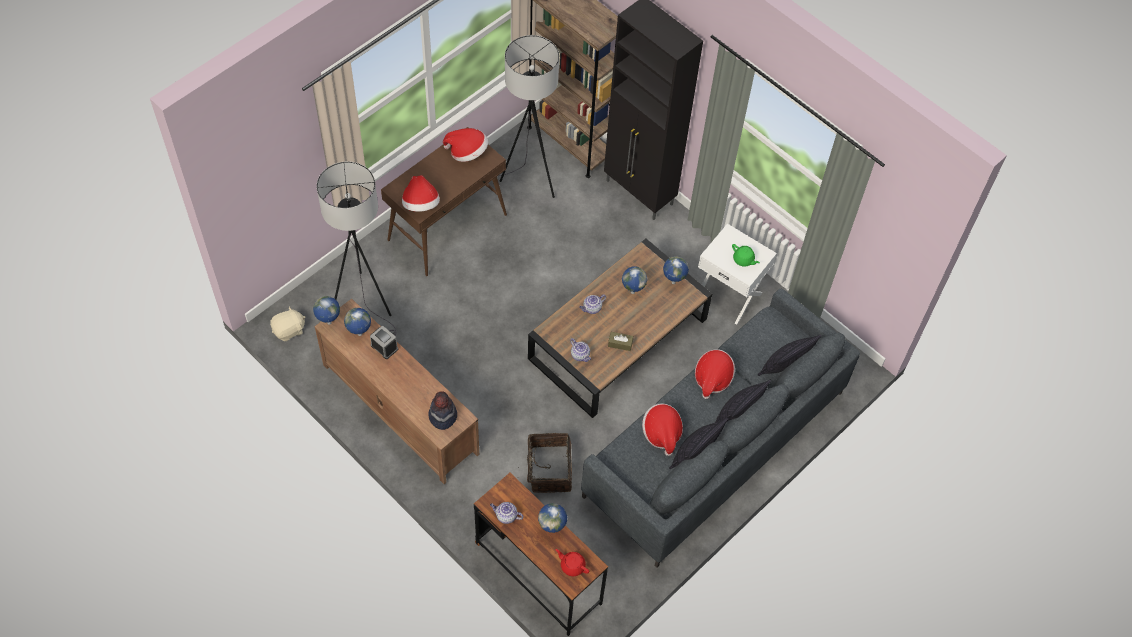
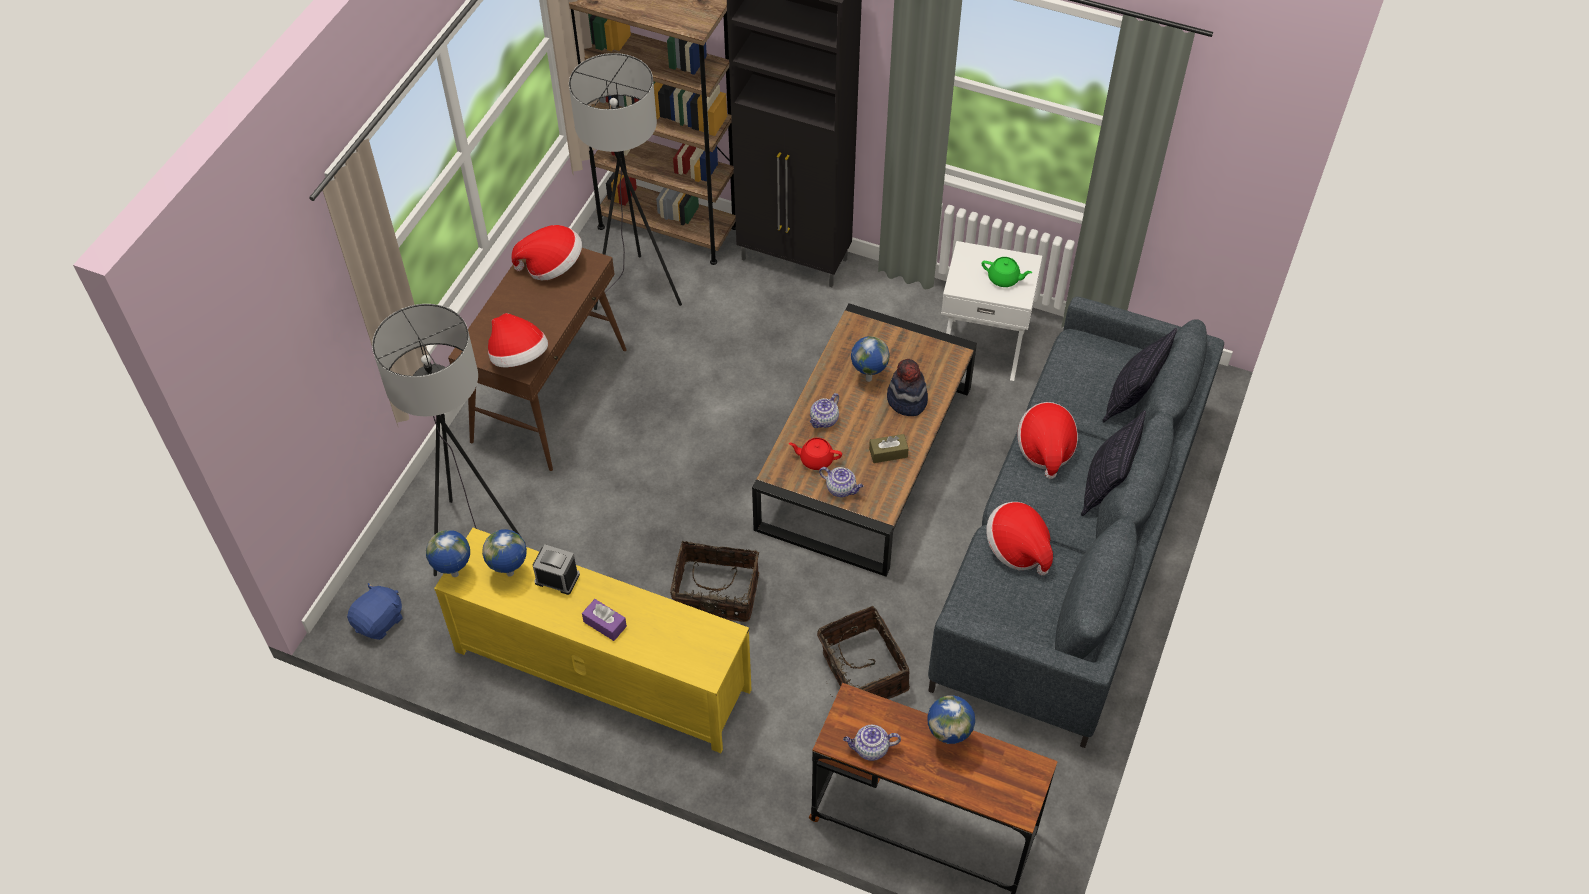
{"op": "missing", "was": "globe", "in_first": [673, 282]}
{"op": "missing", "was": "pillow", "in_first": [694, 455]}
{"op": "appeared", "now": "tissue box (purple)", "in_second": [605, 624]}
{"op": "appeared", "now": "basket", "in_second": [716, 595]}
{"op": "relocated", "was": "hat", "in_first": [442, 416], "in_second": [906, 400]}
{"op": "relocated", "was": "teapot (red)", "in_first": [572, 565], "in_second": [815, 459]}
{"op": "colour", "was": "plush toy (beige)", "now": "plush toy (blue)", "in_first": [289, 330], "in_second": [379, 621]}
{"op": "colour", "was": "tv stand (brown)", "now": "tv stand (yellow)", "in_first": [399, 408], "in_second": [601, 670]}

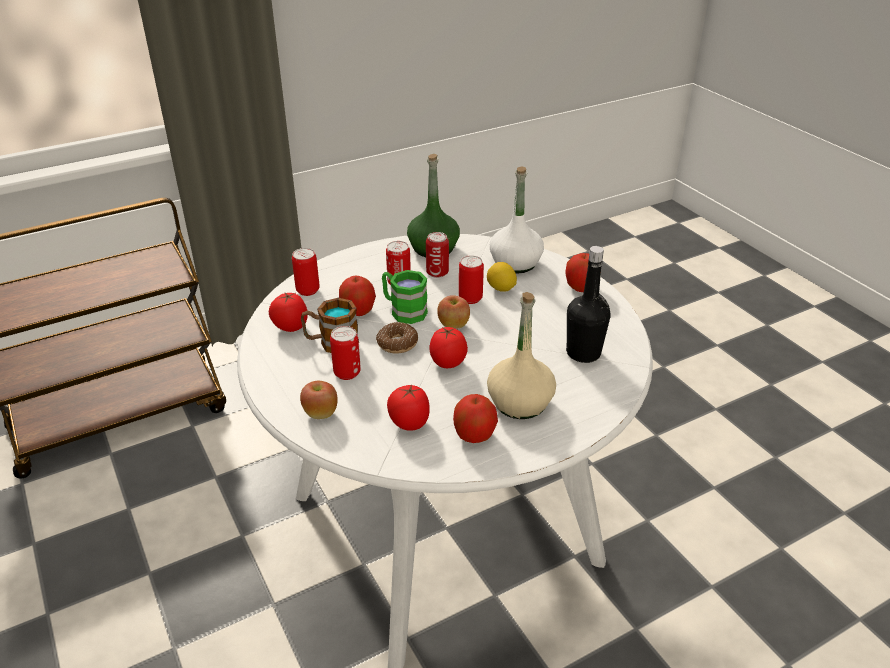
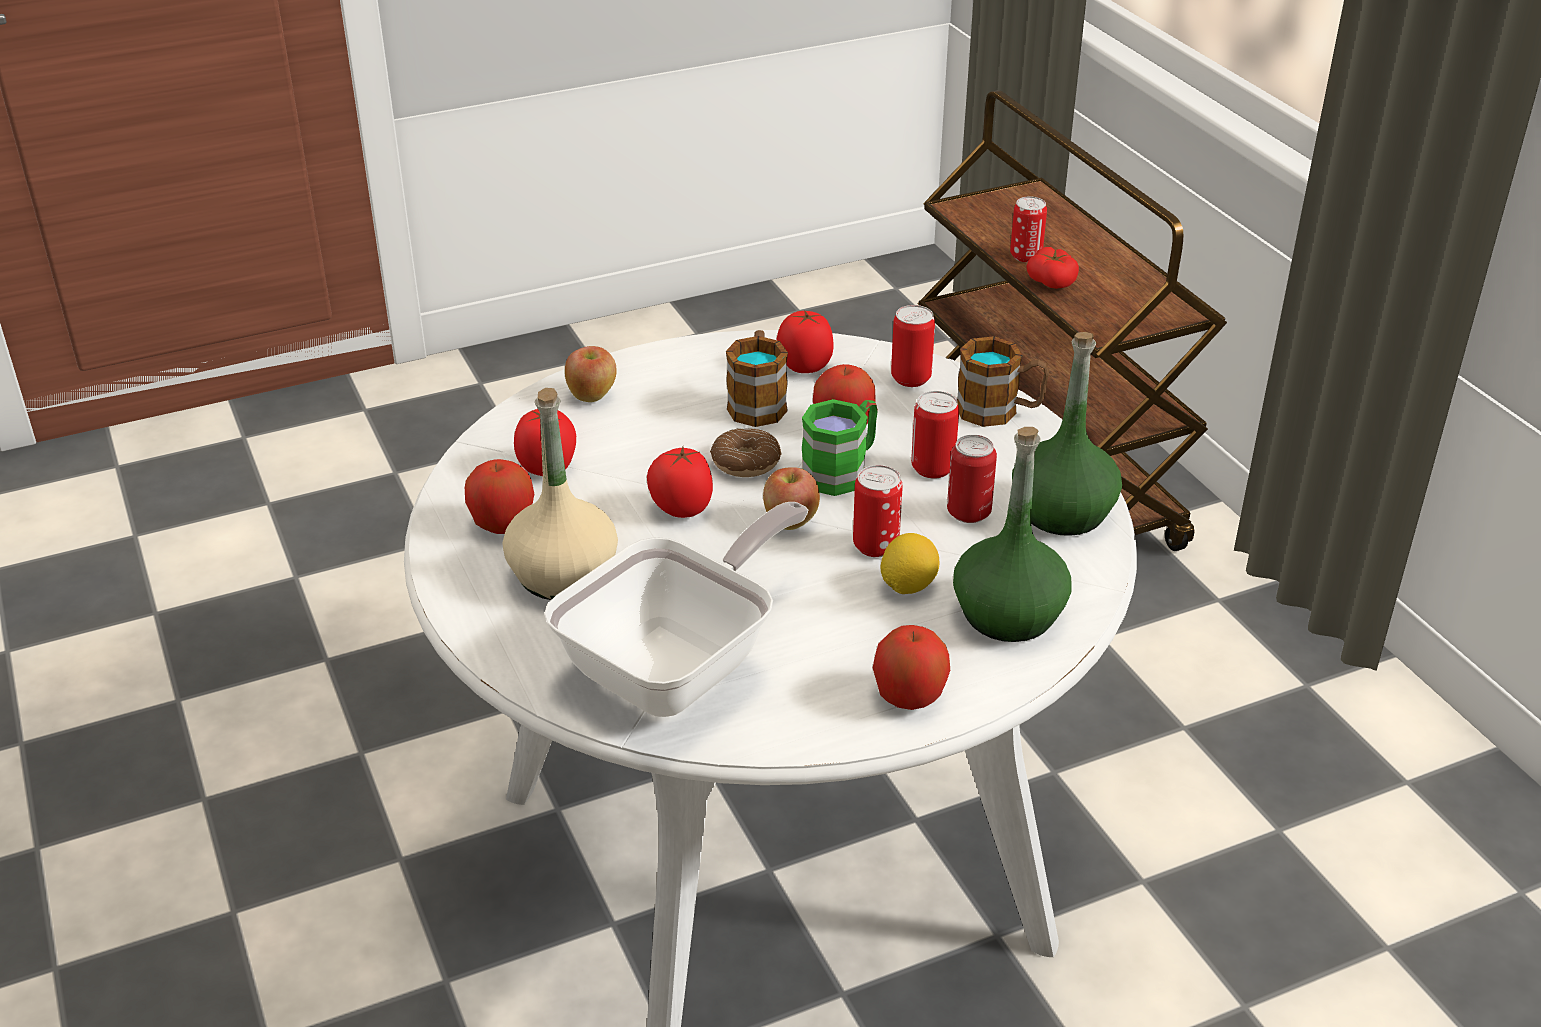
{"op": "appeared", "now": "mug", "in_second": [999, 411]}
{"op": "appeared", "now": "tomato", "in_second": [1051, 281]}
{"op": "relocated", "was": "can", "in_first": [347, 373], "in_second": [1025, 256]}
{"op": "exchanged", "was": "bottle (black)", "now": "frying pan", "in_first": [583, 353], "in_second": [680, 665]}
{"op": "colour", "was": "bottle (white)", "now": "bottle (green)", "in_first": [515, 263], "in_second": [1007, 615]}

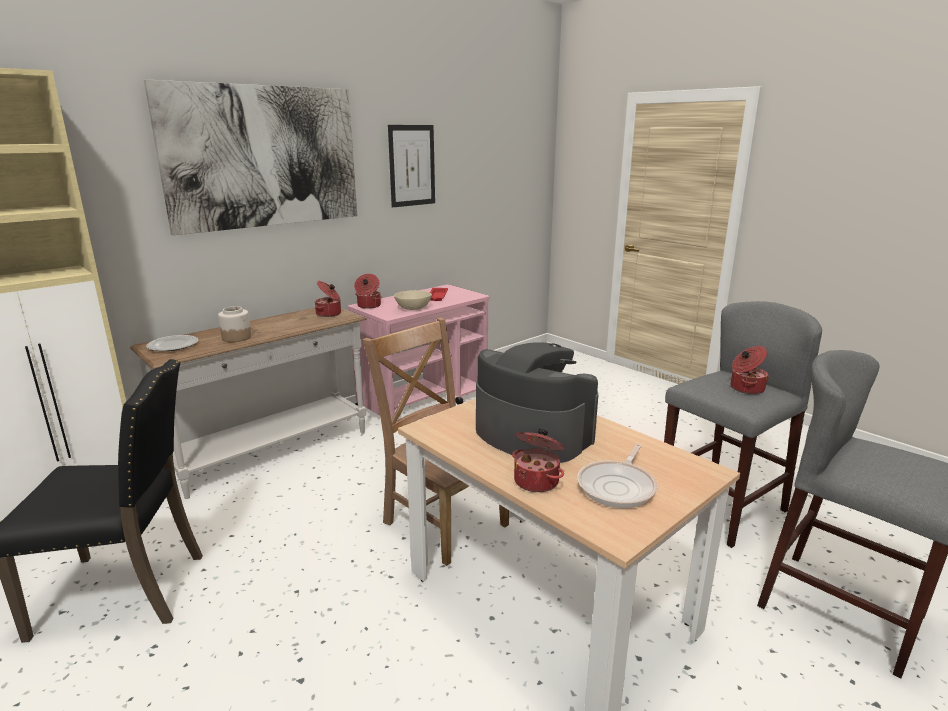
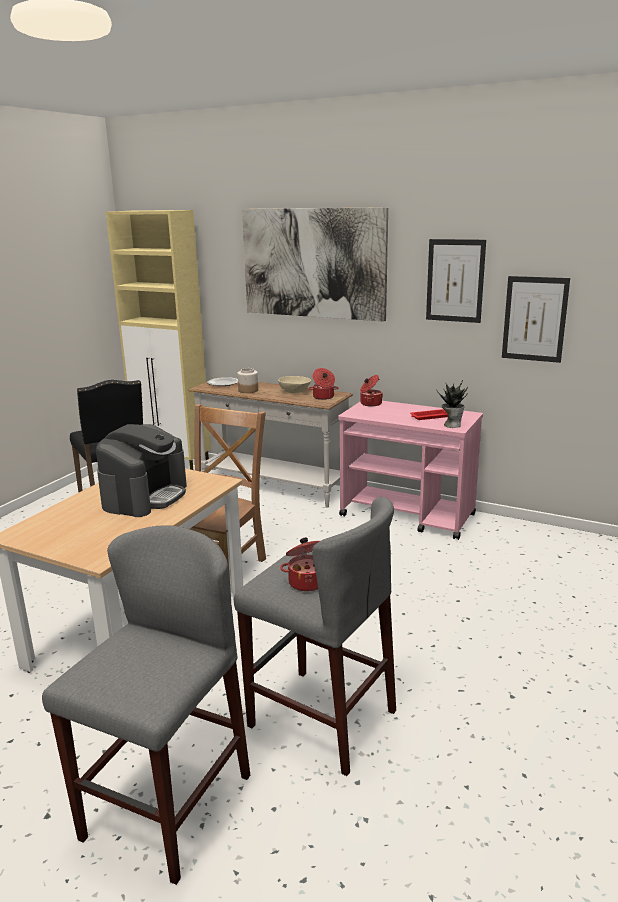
{"op": "missing", "was": "cooking pot", "in_first": [537, 481]}
{"op": "missing", "was": "frying pan", "in_first": [618, 486]}
{"op": "appeared", "now": "potted plant", "in_second": [451, 425]}
{"op": "appeared", "now": "picture", "in_second": [534, 319]}
{"op": "relocated", "was": "bowl (beige)", "in_first": [413, 308], "in_second": [294, 391]}

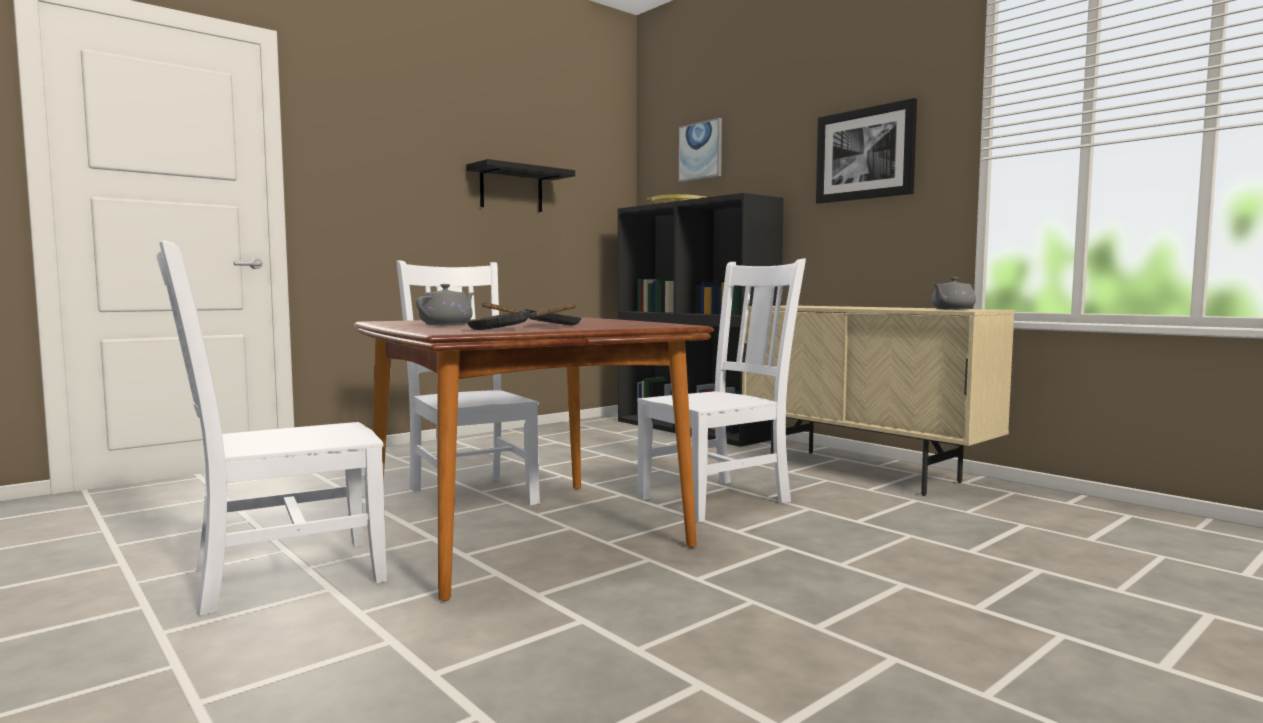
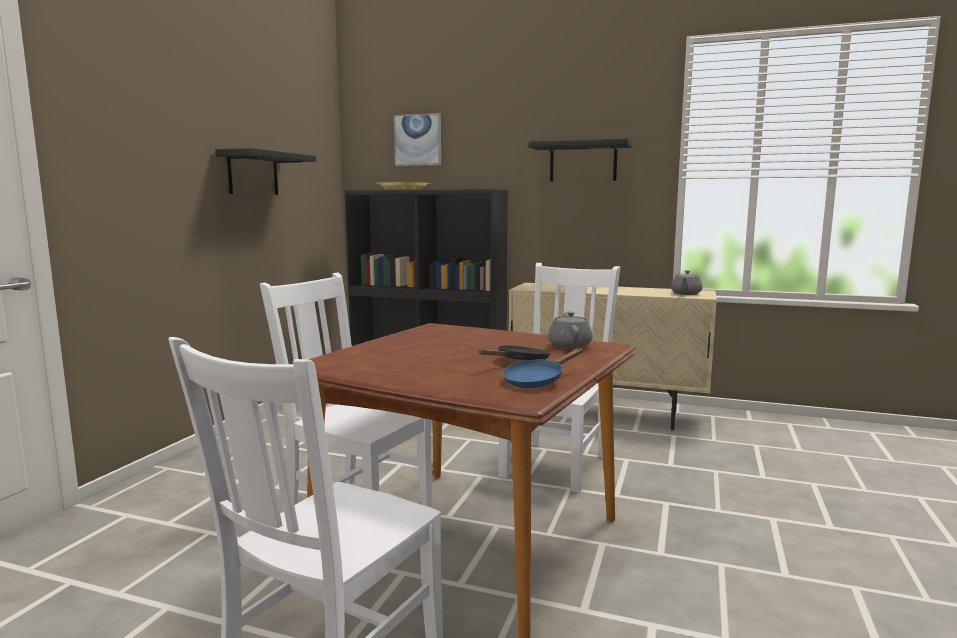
{"op": "relocated", "was": "teapot (grey)", "in_first": [447, 324], "in_second": [569, 345]}
{"op": "exchanged", "was": "picture", "now": "shelf (black)", "in_first": [865, 154], "in_second": [583, 162]}
{"op": "colour", "was": "frying pan (black)", "now": "frying pan (blue)", "in_first": [507, 329], "in_second": [537, 381]}

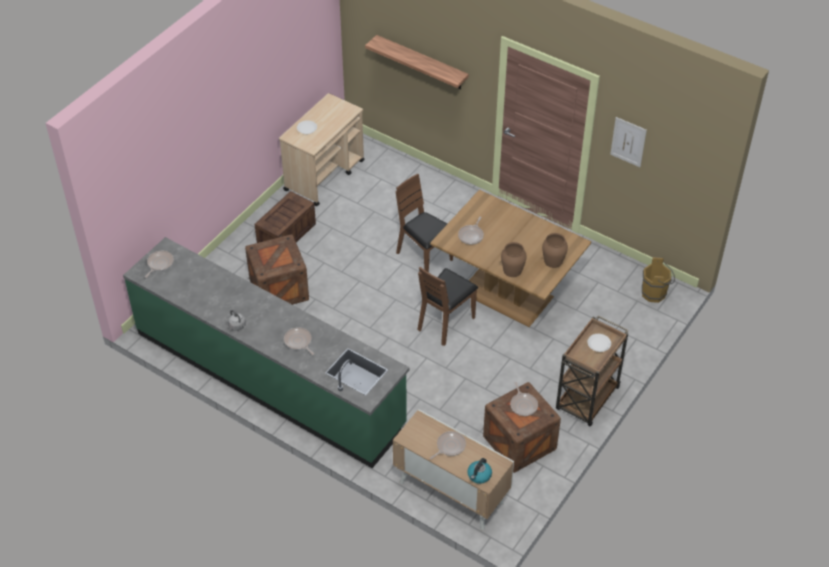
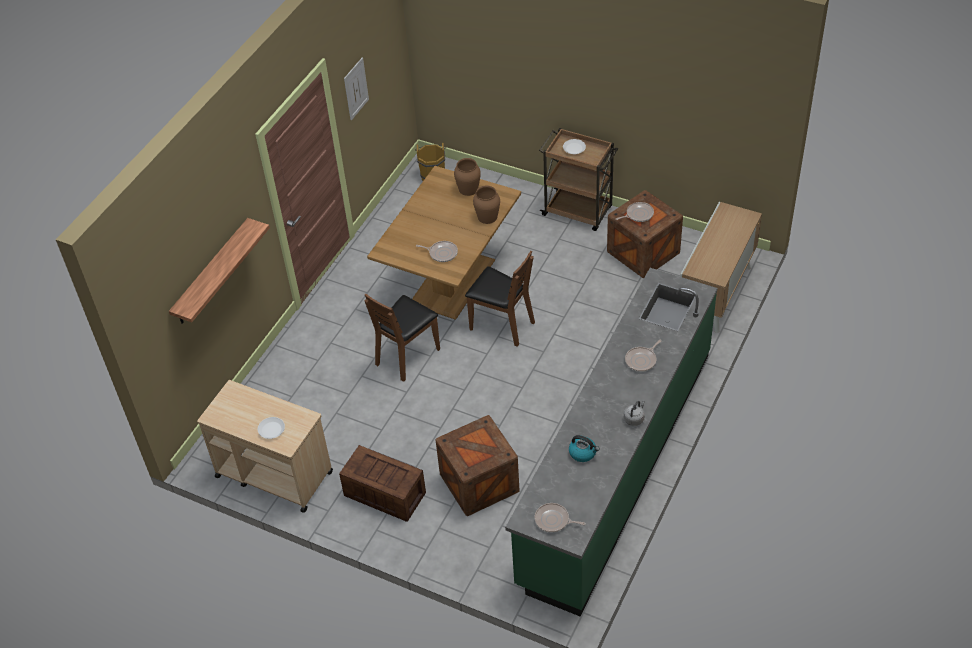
{"op": "missing", "was": "frying pan", "in_first": [449, 446]}
{"op": "relocated", "was": "kettle", "in_first": [479, 475], "in_second": [583, 453]}

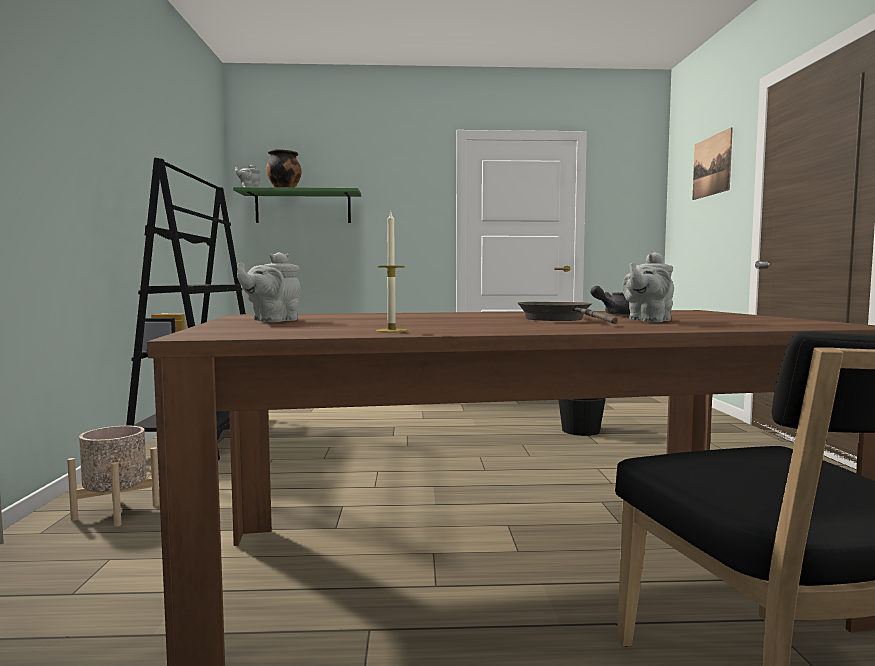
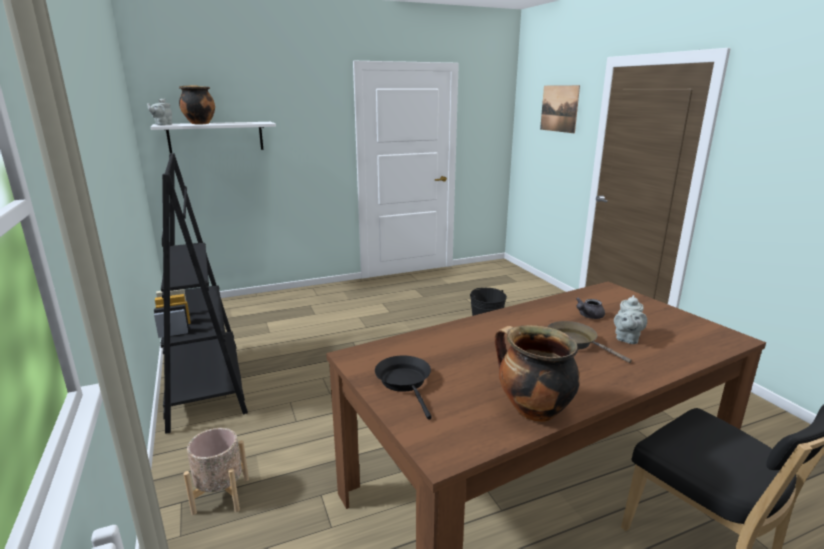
{"op": "exchanged", "was": "teapot (grey)", "now": "frying pan (black)", "in_first": [272, 321], "in_second": [405, 383]}
{"op": "exchanged", "was": "candle", "now": "cooking pot", "in_first": [391, 331], "in_second": [532, 410]}
{"op": "colour", "was": "shelf (green)", "now": "shelf (white)", "in_first": [303, 208], "in_second": [216, 137]}

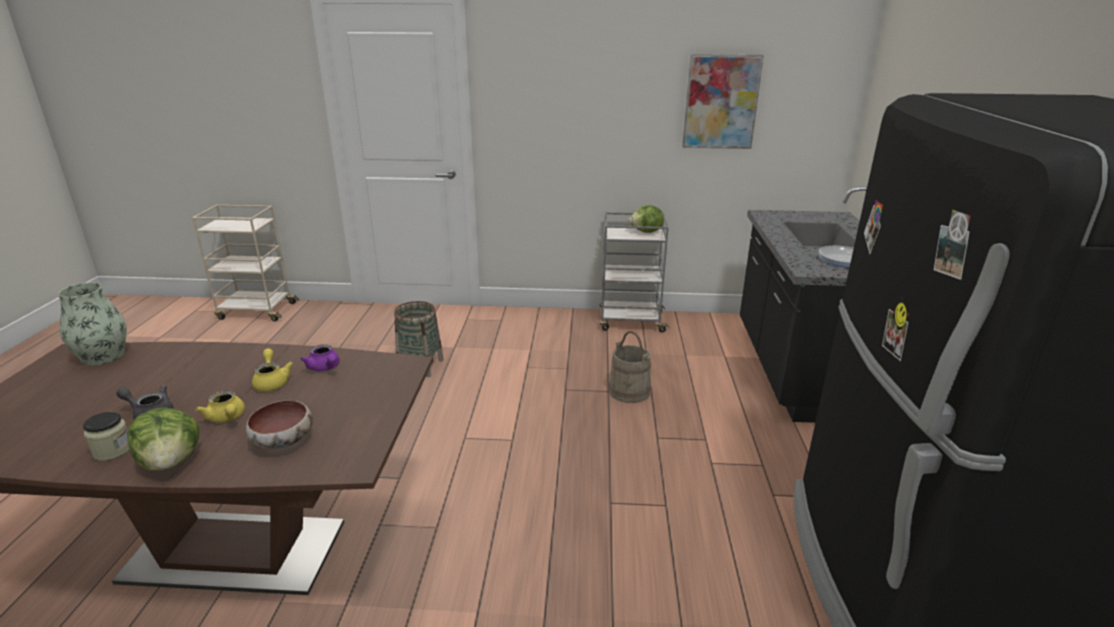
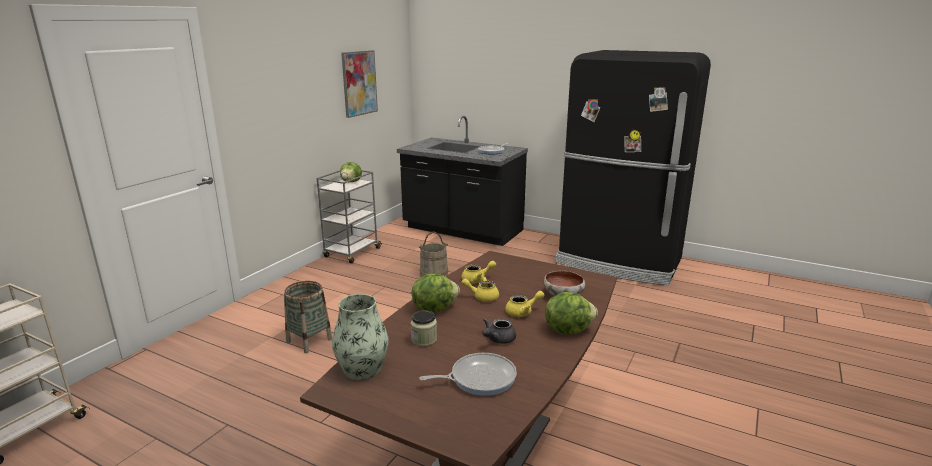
{"op": "appeared", "now": "lettuce", "in_second": [434, 308]}
{"op": "appeared", "now": "frying pan", "in_second": [479, 378]}
{"op": "relocated", "was": "jar", "in_first": [113, 450], "in_second": [424, 339]}
{"op": "colour", "was": "teapot (purple)", "now": "teapot (yellow)", "in_first": [325, 368], "in_second": [477, 280]}

